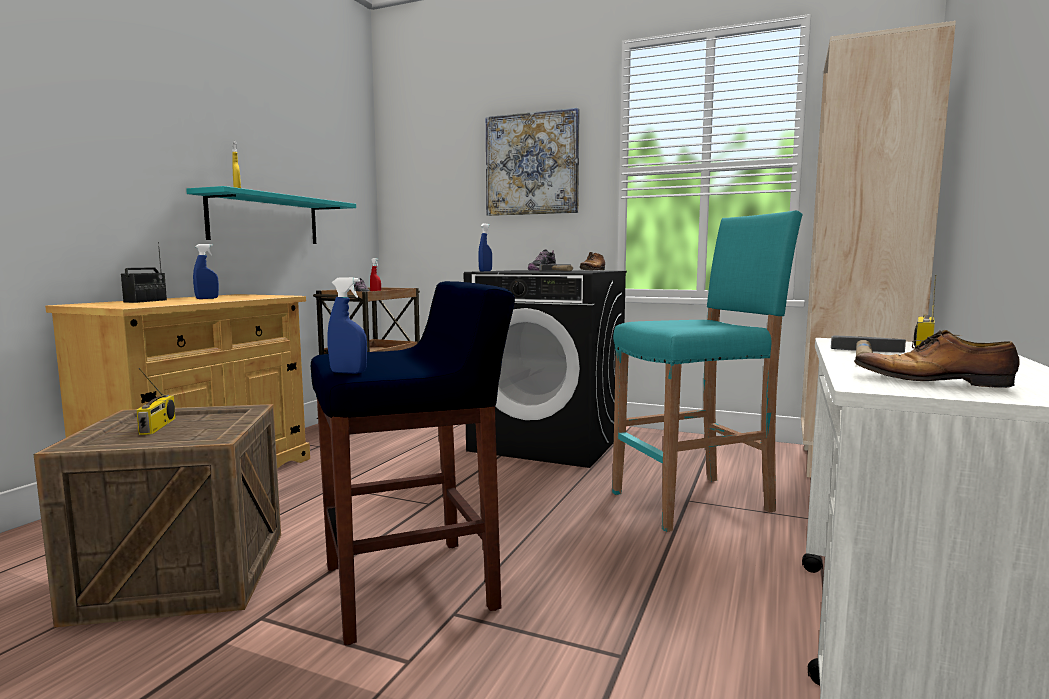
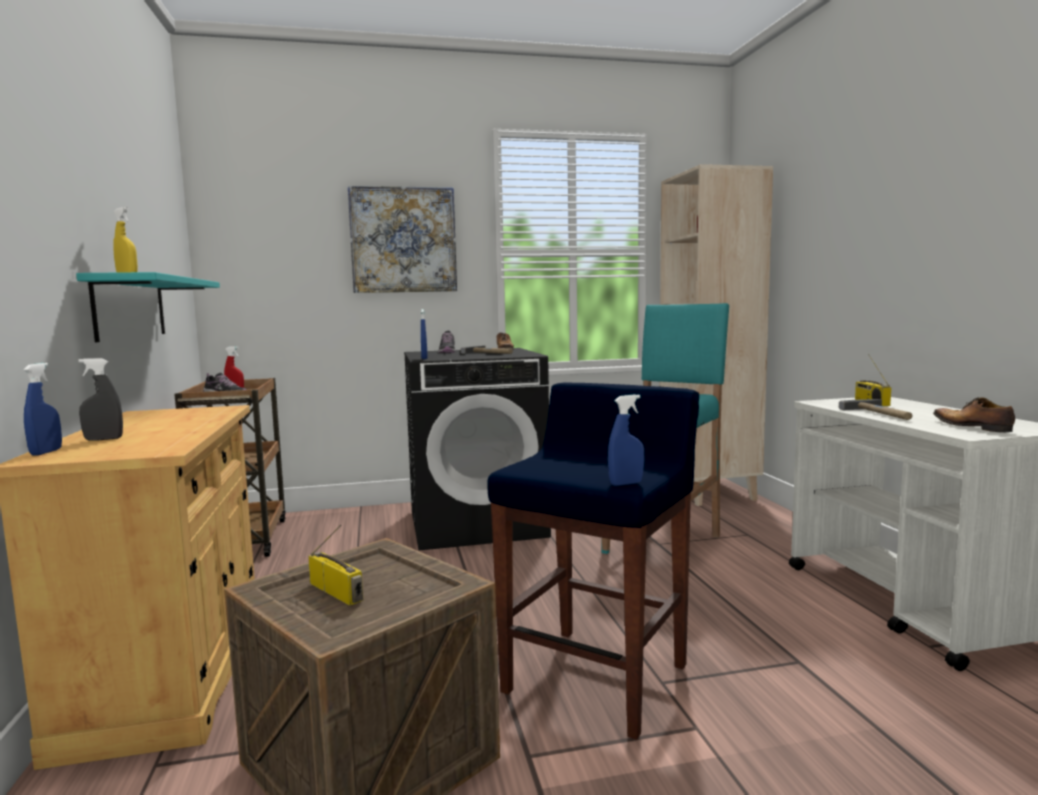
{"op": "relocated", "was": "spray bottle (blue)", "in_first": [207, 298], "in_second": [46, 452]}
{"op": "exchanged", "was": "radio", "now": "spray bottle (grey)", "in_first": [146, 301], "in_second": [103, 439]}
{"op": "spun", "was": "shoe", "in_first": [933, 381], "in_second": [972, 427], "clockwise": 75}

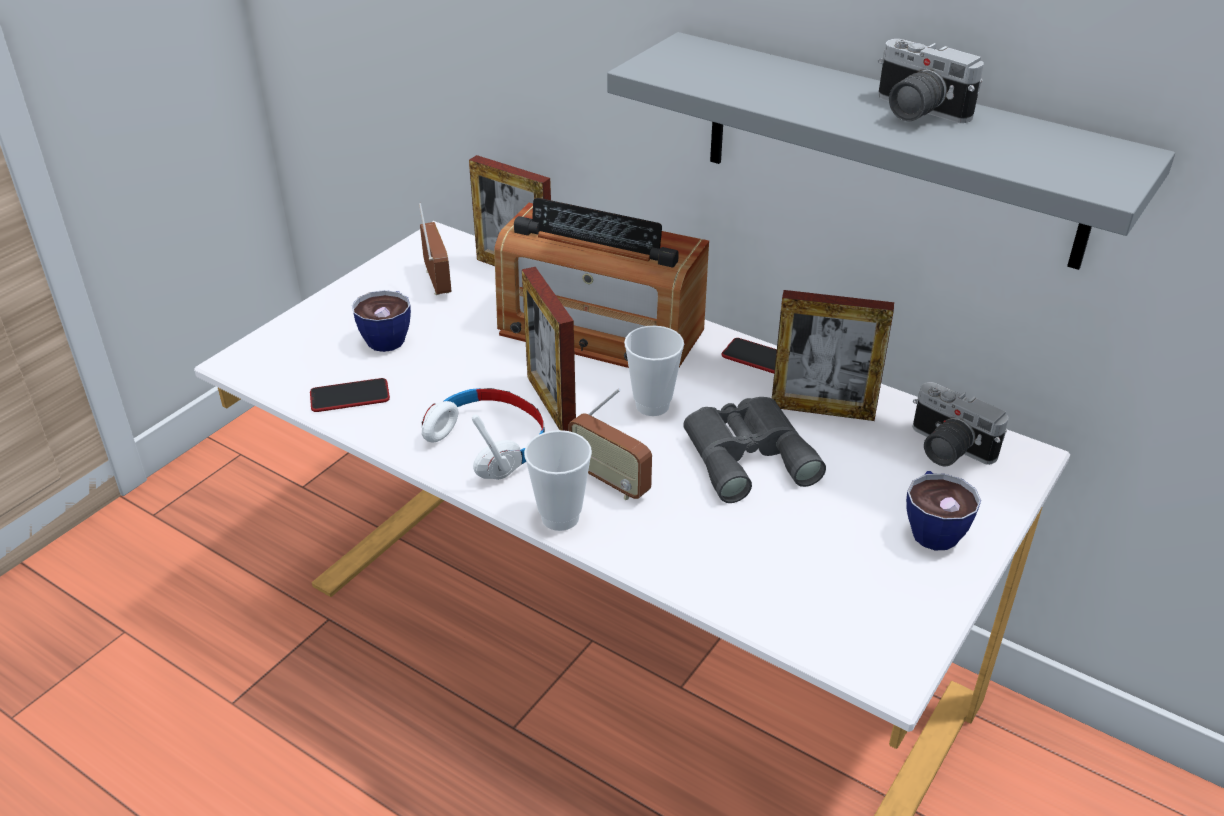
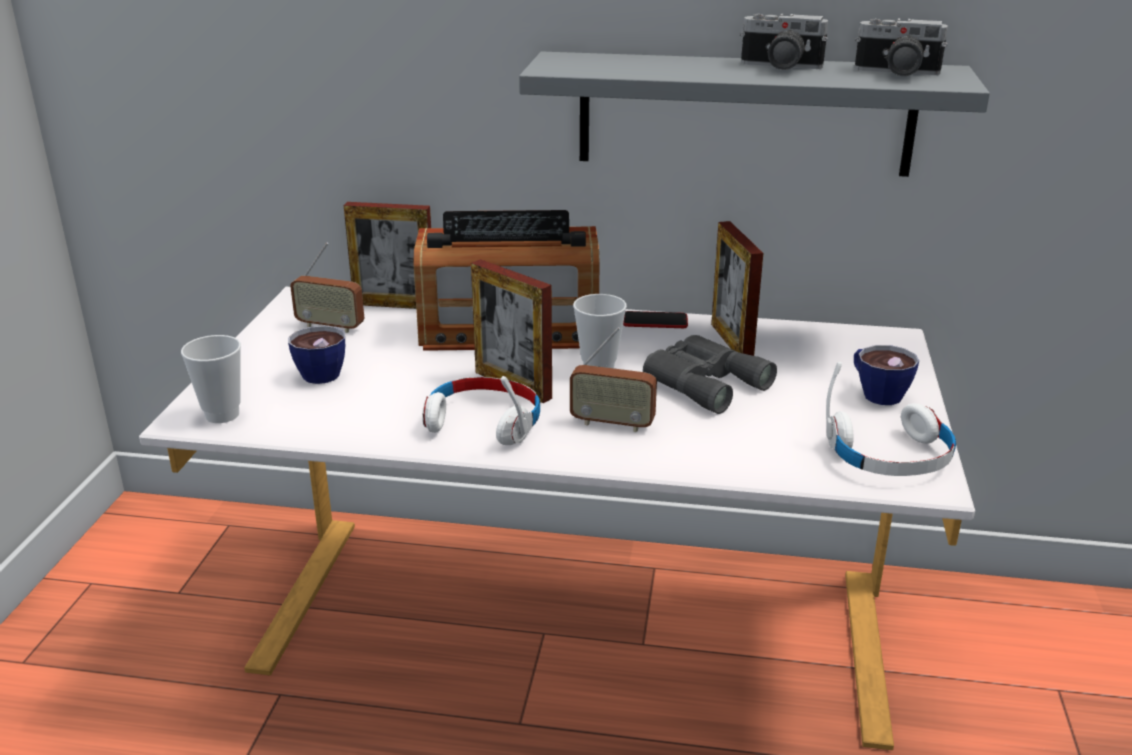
{"op": "missing", "was": "phone", "in_first": [350, 396]}
{"op": "appeared", "now": "headphones (white)", "in_second": [890, 457]}
{"op": "relocated", "was": "cup", "in_first": [560, 517], "in_second": [222, 415]}
{"op": "relocated", "was": "photo camera", "in_first": [945, 449], "in_second": [896, 74]}
{"op": "spun", "was": "radio", "in_first": [437, 282], "in_second": [330, 326], "clockwise": 150}
{"op": "spun", "was": "picture frame", "in_first": [822, 410], "in_second": [731, 342], "clockwise": 90}

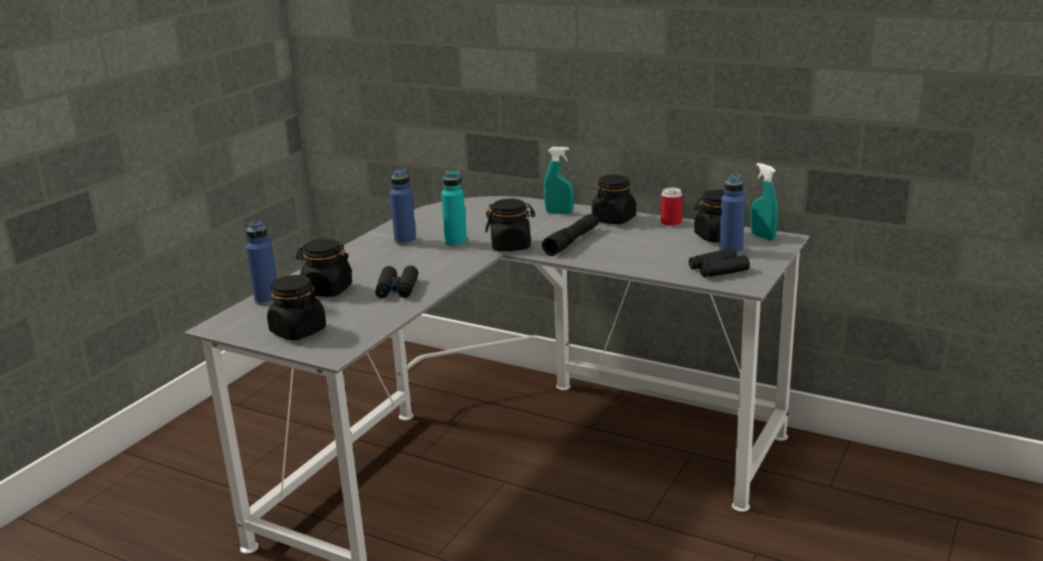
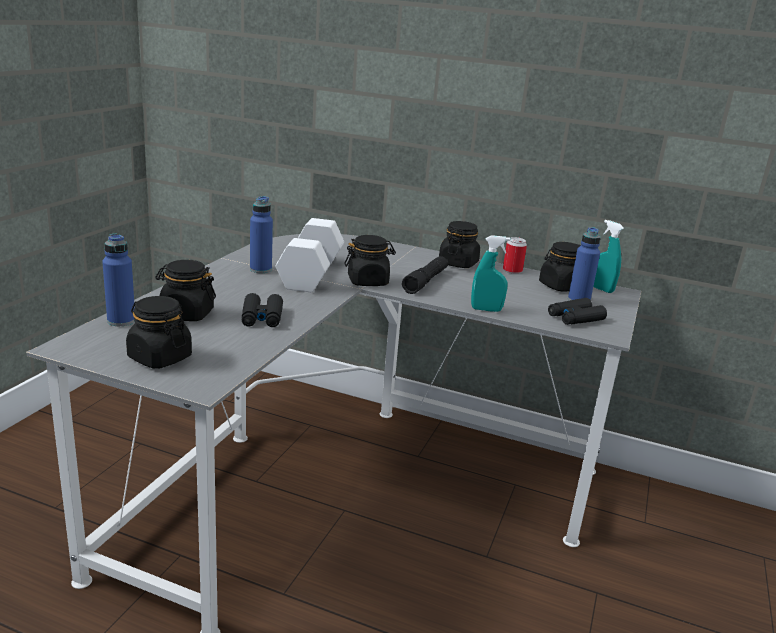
{"op": "relocated", "was": "spray bottle (turquoise)", "in_first": [559, 213], "in_second": [486, 310]}
{"op": "exchanged", "was": "bottle (turquoise)", "now": "dumbbell (white)", "in_first": [456, 242], "in_second": [312, 274]}

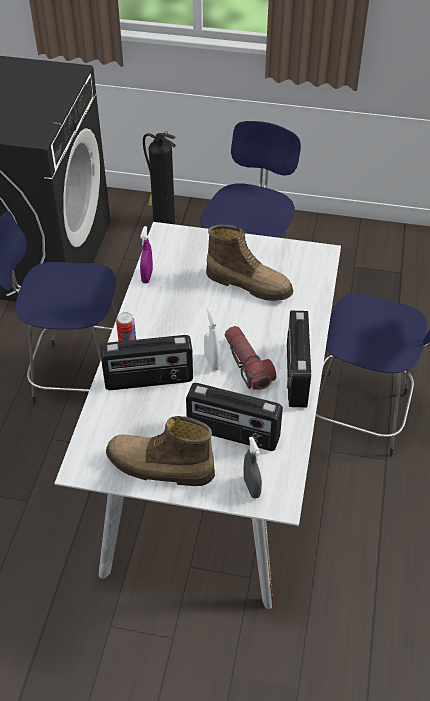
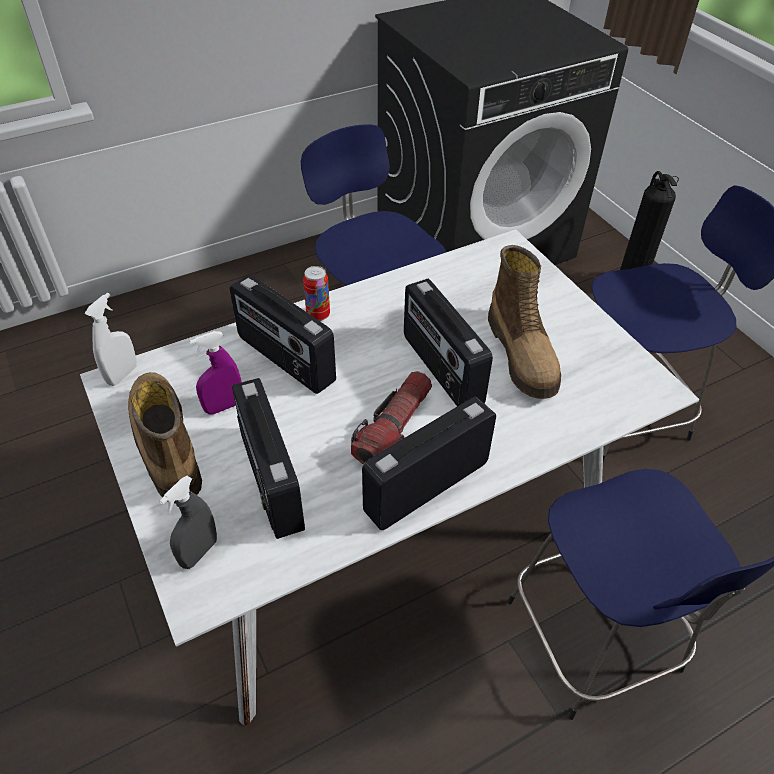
{"op": "appeared", "now": "radio", "in_second": [441, 369]}
{"op": "relocated", "was": "spray bottle (purple)", "in_first": [147, 276], "in_second": [224, 406]}
{"op": "relocated", "was": "spray bottle (white)", "in_first": [212, 362], "in_second": [122, 374]}

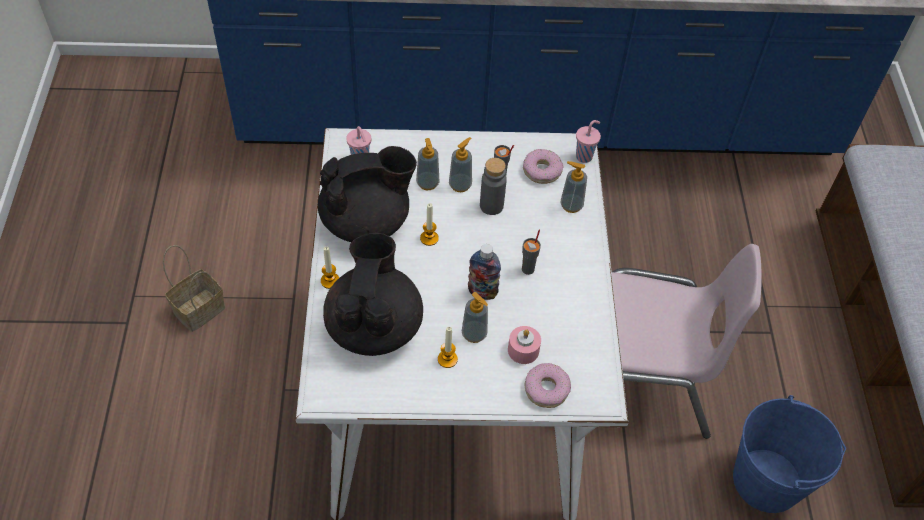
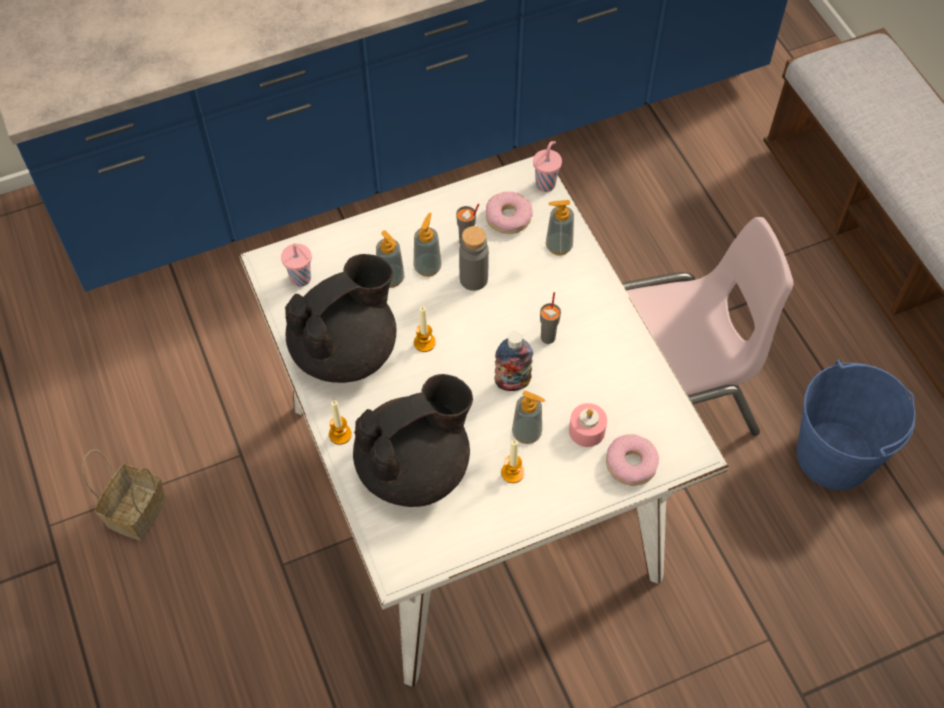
{"op": "spun", "was": "teapot (black)", "in_first": [374, 325], "in_second": [415, 466], "clockwise": 75}

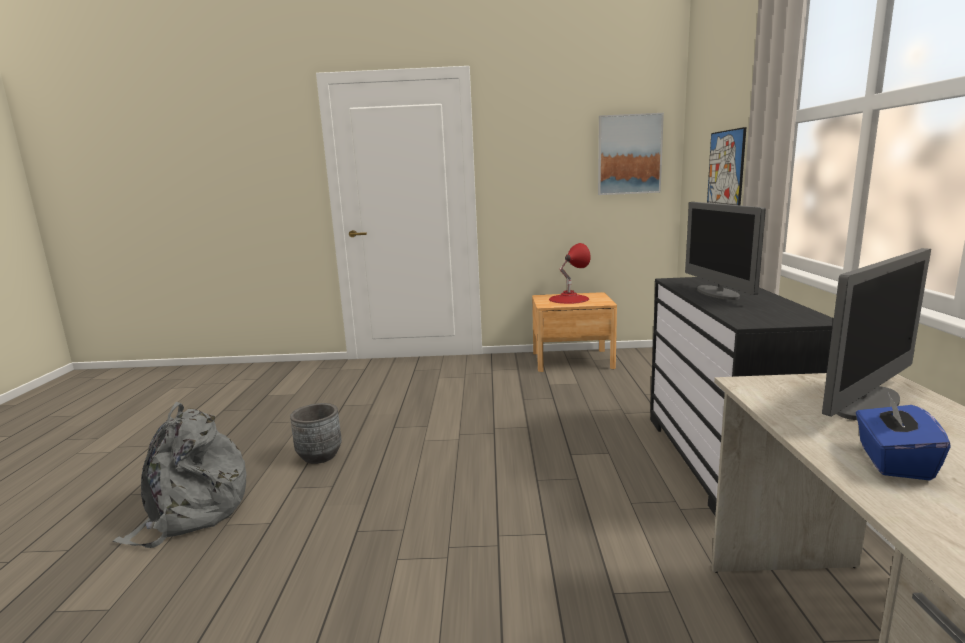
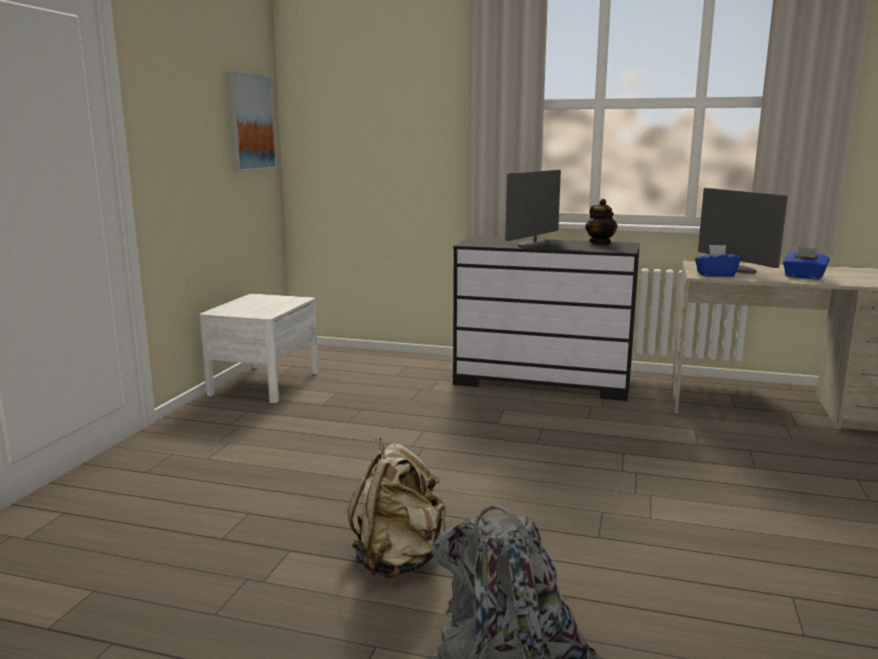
{"op": "missing", "was": "table lamp (red)", "in_first": [568, 299]}
{"op": "missing", "was": "picture", "in_first": [725, 170]}
{"op": "appeared", "now": "teapot", "in_second": [600, 243]}
{"op": "appeared", "now": "tissue box (blue)", "in_second": [715, 275]}
{"op": "exchanged", "was": "planter (grey)", "now": "backpack (beige)", "in_first": [320, 456], "in_second": [398, 560]}
{"op": "colour", "was": "nightstand (brown)", "now": "nightstand (white)", "in_first": [572, 360], "in_second": [265, 383]}
{"op": "spun", "was": "monitor", "in_first": [717, 293], "in_second": [533, 244], "clockwise": 120}

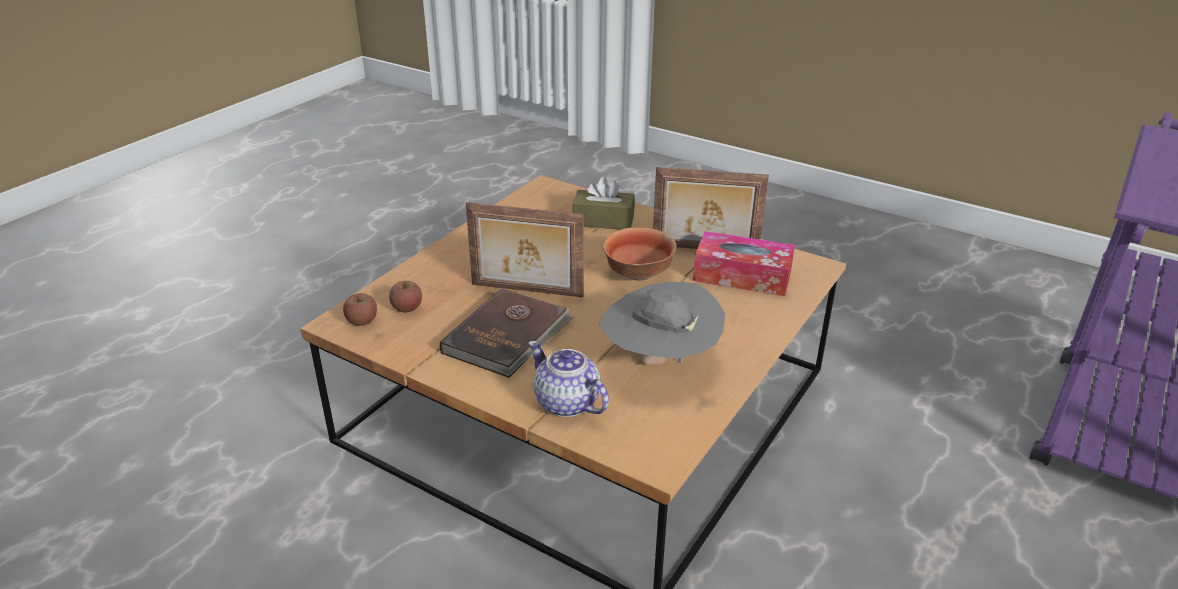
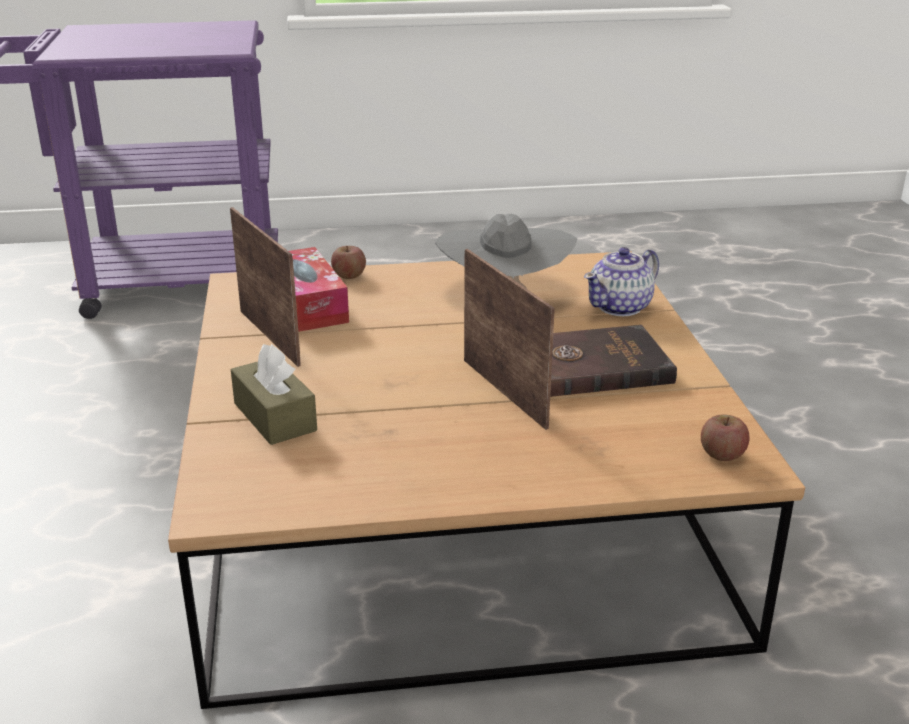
{"op": "missing", "was": "bowl", "in_first": [639, 275]}
{"op": "relocated", "was": "apple", "in_first": [407, 308], "in_second": [349, 275]}
{"op": "spun", "was": "teapot", "in_first": [567, 403], "in_second": [620, 307], "clockwise": 45}

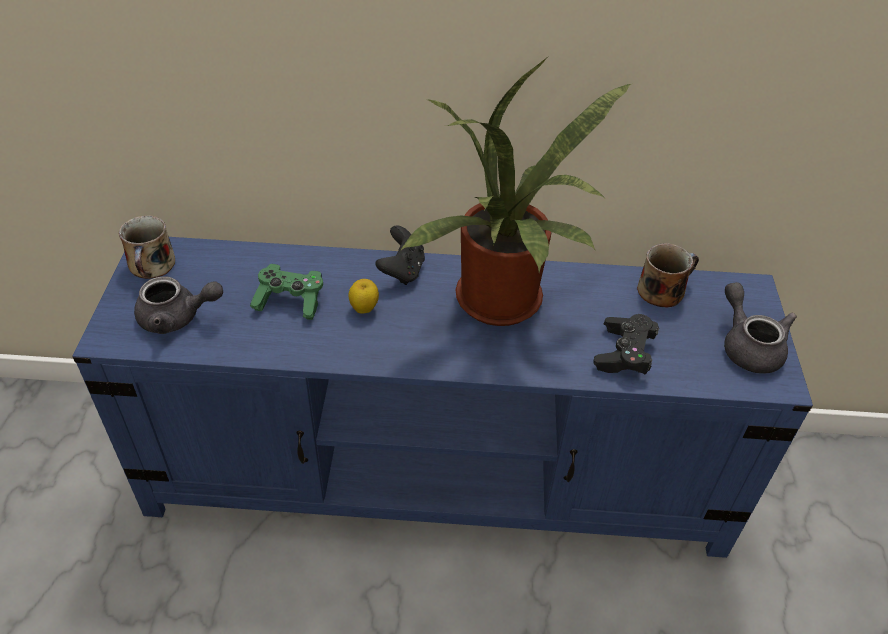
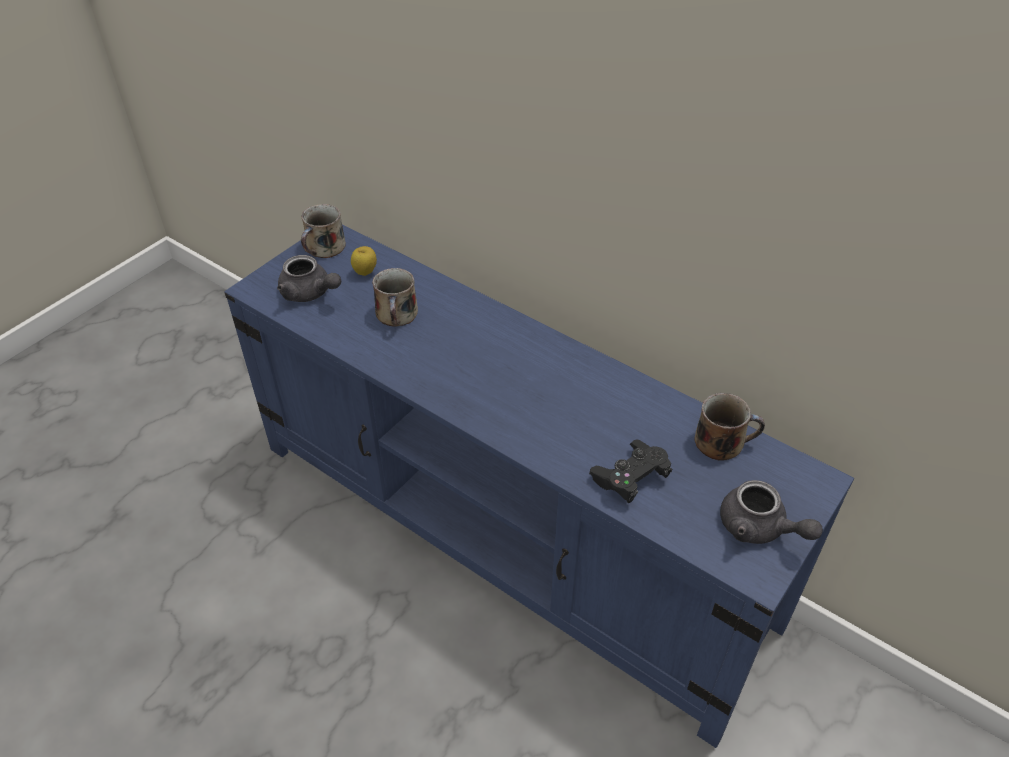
{"op": "missing", "was": "game controller (black)", "in_first": [402, 271]}
{"op": "missing", "was": "potted plant", "in_first": [503, 306]}
{"op": "relocated", "was": "apple", "in_first": [364, 309], "in_second": [365, 272]}
{"op": "exchanged", "was": "game controller (green)", "now": "mug", "in_first": [290, 301], "in_second": [397, 314]}
{"op": "spun", "was": "teapot (grey)", "in_first": [748, 346], "in_second": [759, 528], "clockwise": 120}

